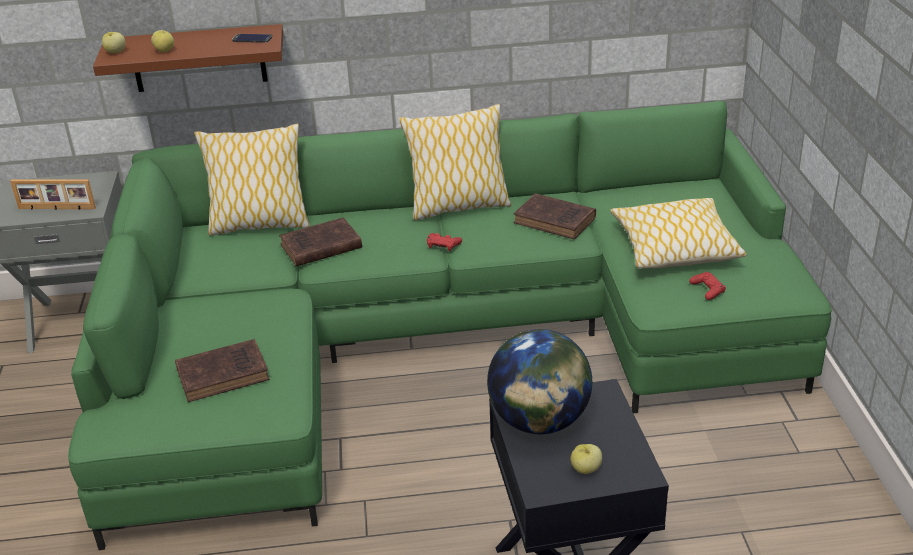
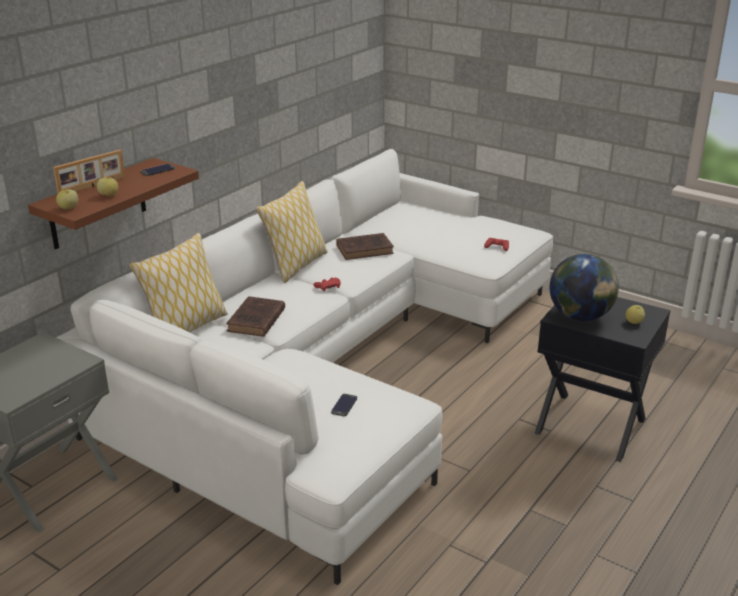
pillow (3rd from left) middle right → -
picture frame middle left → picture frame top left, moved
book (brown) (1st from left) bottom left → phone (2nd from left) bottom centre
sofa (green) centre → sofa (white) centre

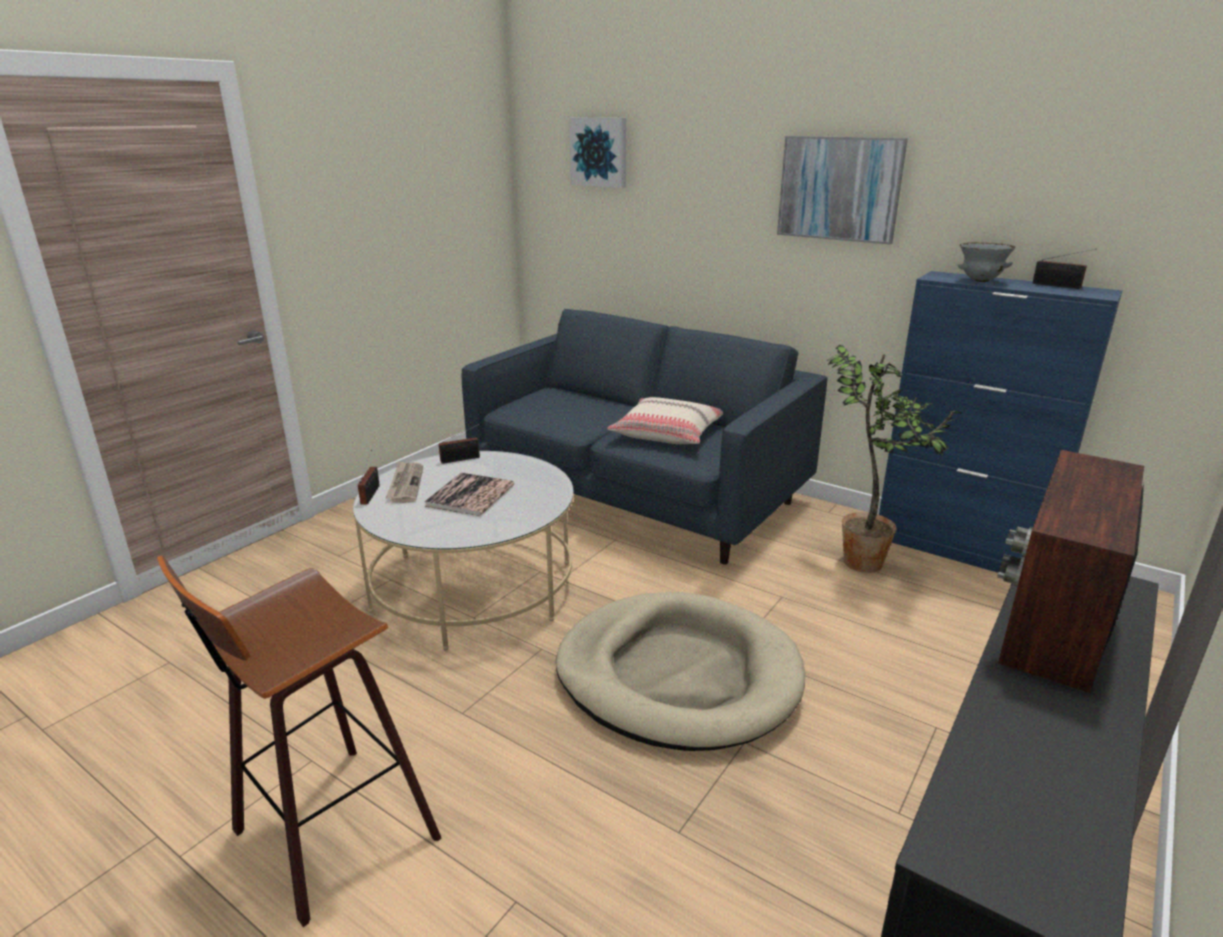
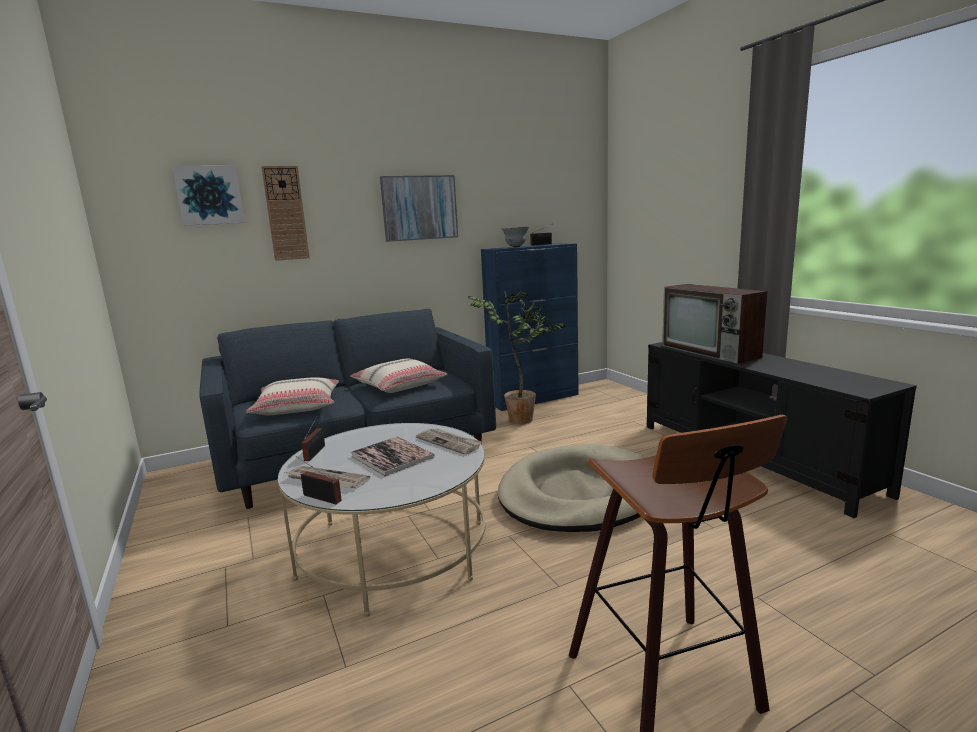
- → pillow (beige) (1st from left) middle left
- → wall clock top left
- → newspaper (2nd from left) centre

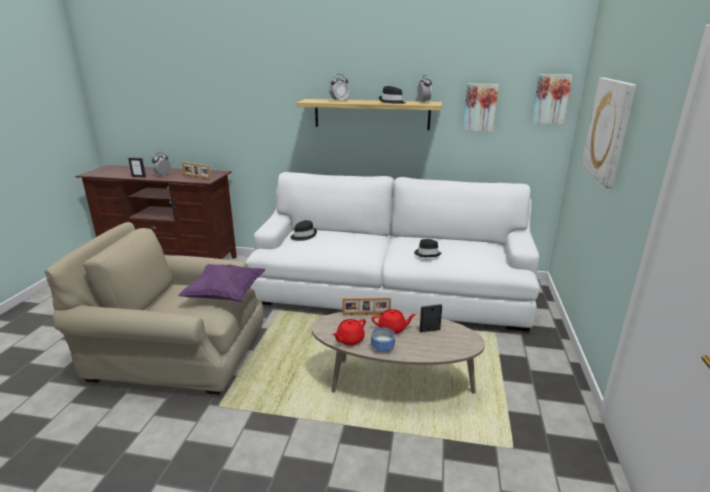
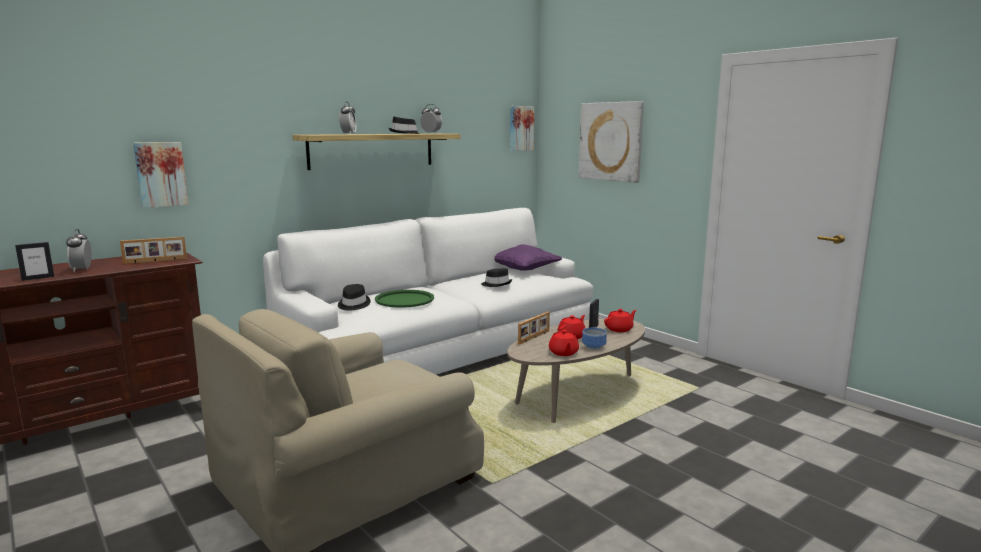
- → tray (green) centre
- → teapot (red) (3rd from left) centre
pillow (purple) middle left → pillow (purple) centre, moved
picture (1st from left) top right → picture (1st from left) top left, moved

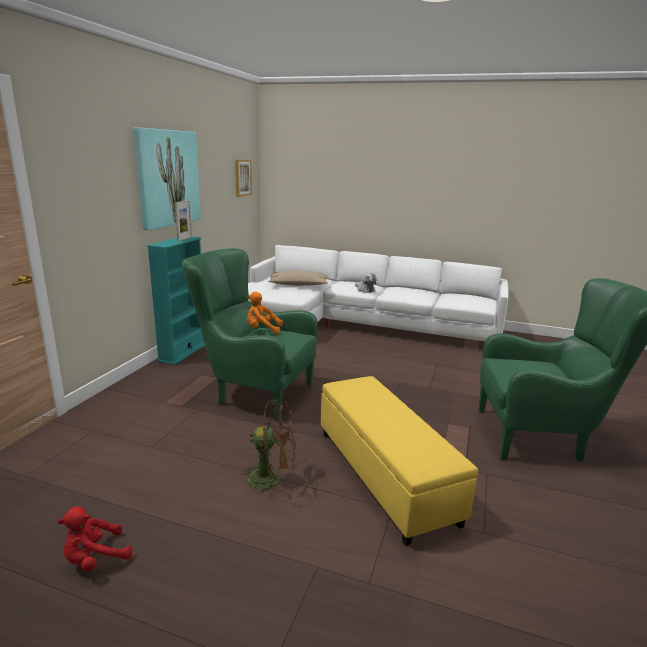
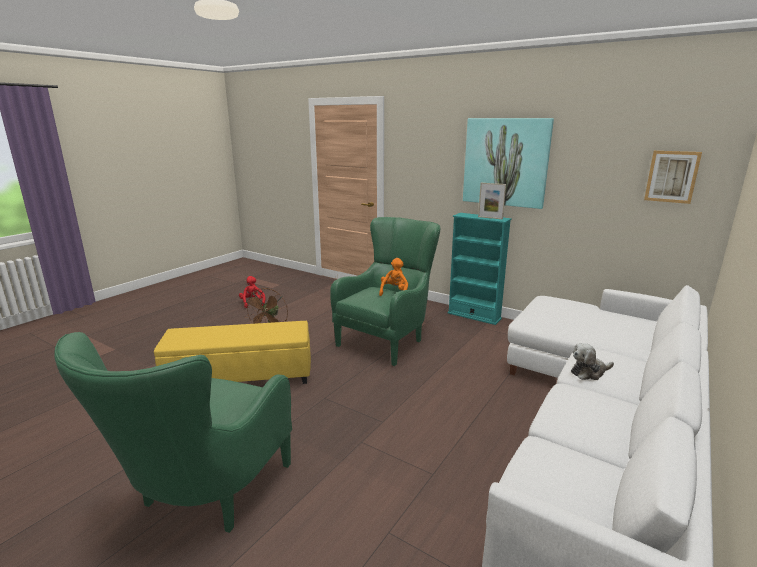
pillow (beige) centre → -

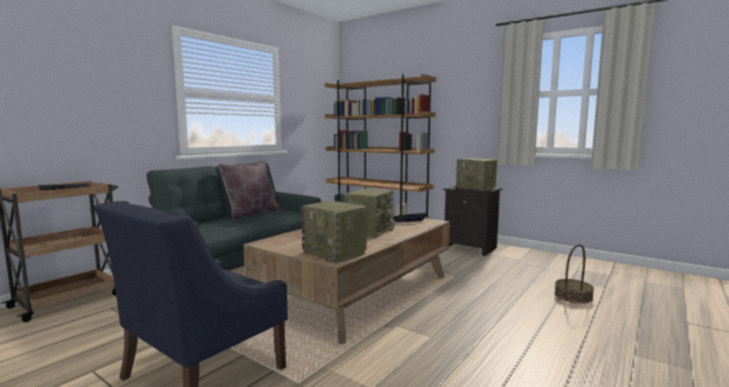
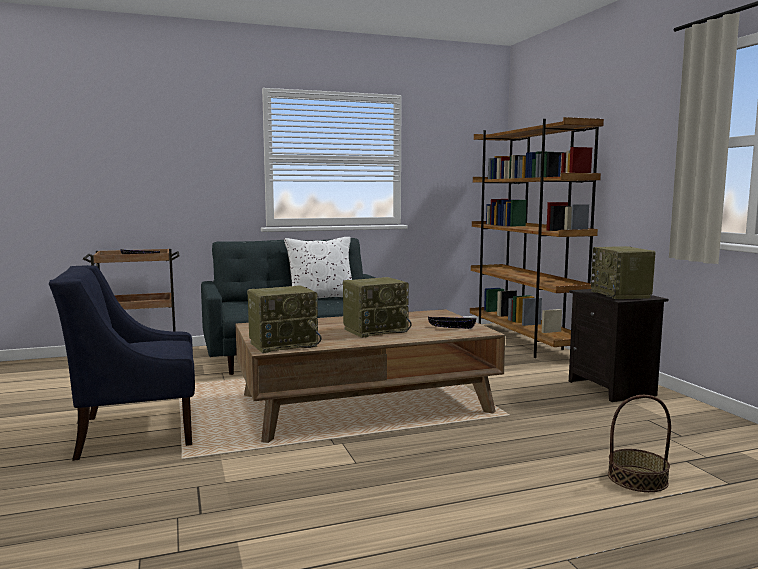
pillow (brown) centre → pillow (white) centre
radio (1st from left) centre, 105 degrees counterclockwise

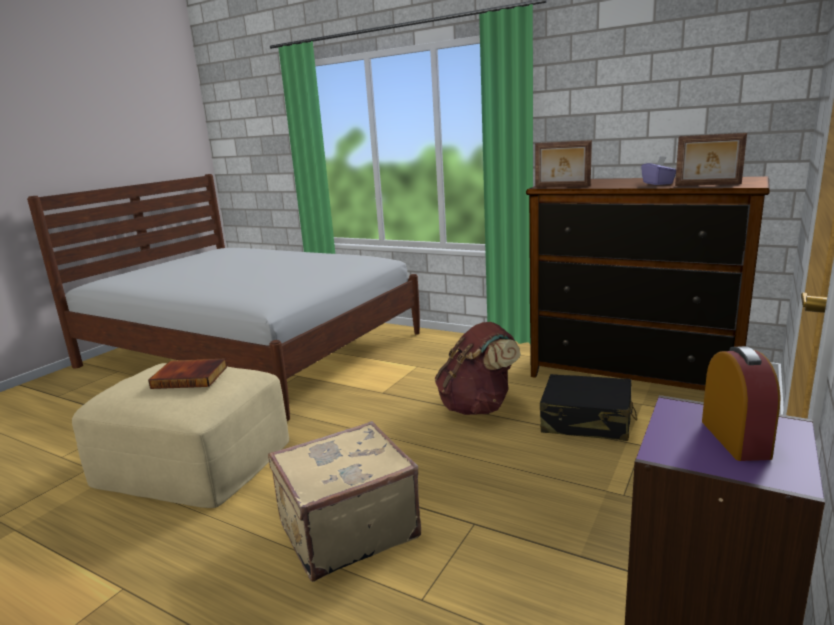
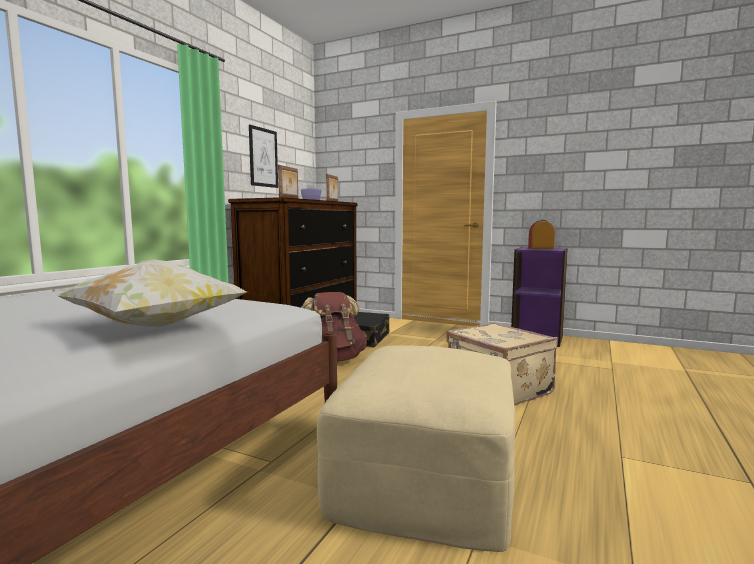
book middle left → -
- → pillow middle left
- → picture top centre

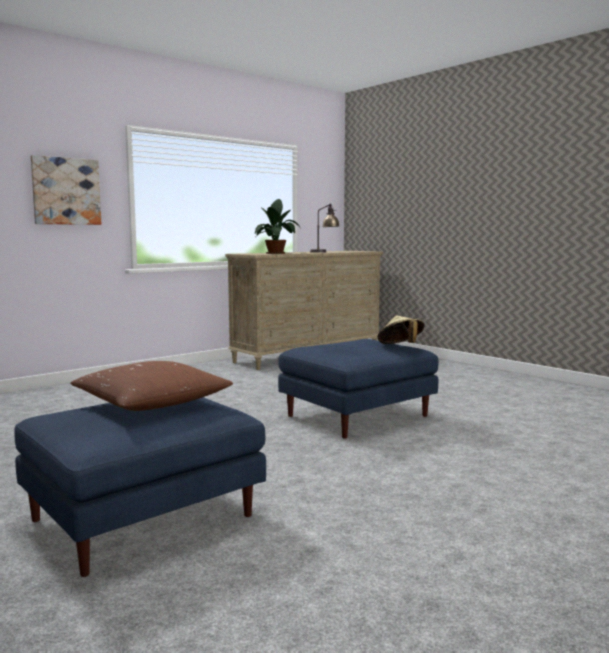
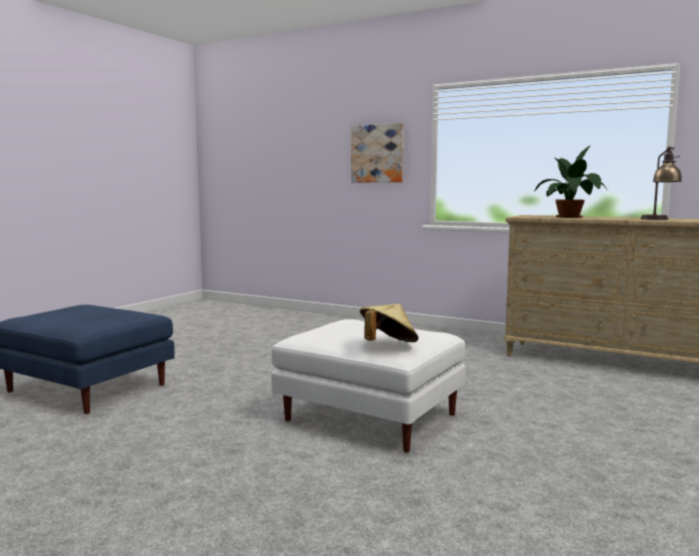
pillow (brown) middle left → -
ottoman (blue) (2nd from left) centre → ottoman (white) bottom centre

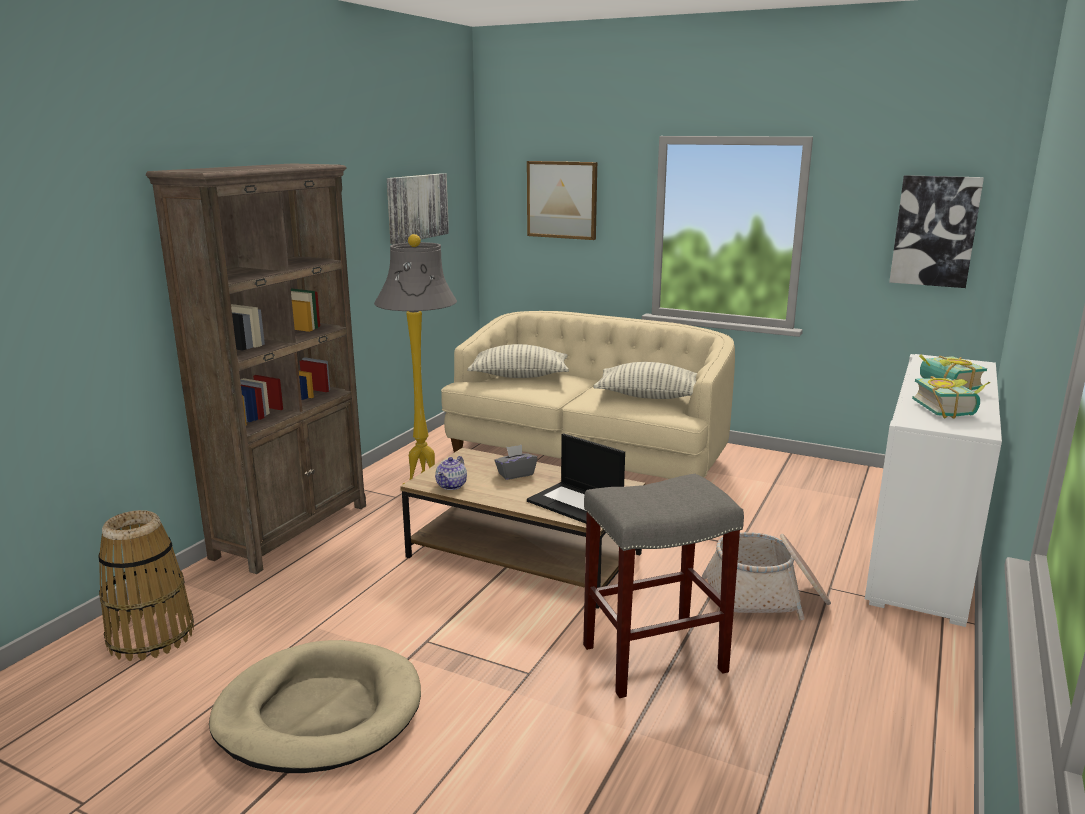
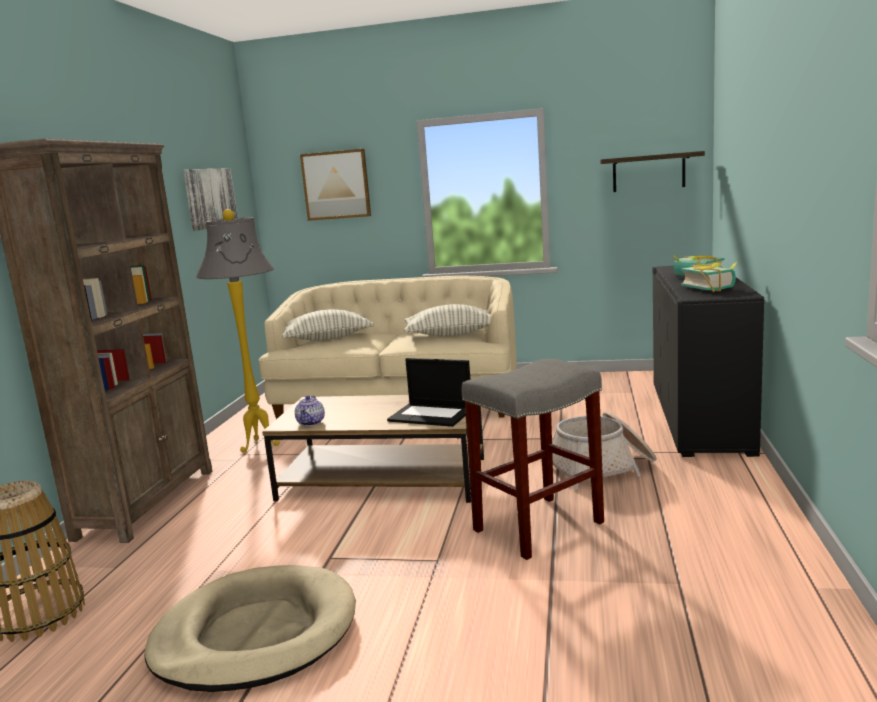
tissue box (grey) centre → -
picture (3rd from left) top right → shelf top right
cabinet (white) middle right → cabinet (black) middle right

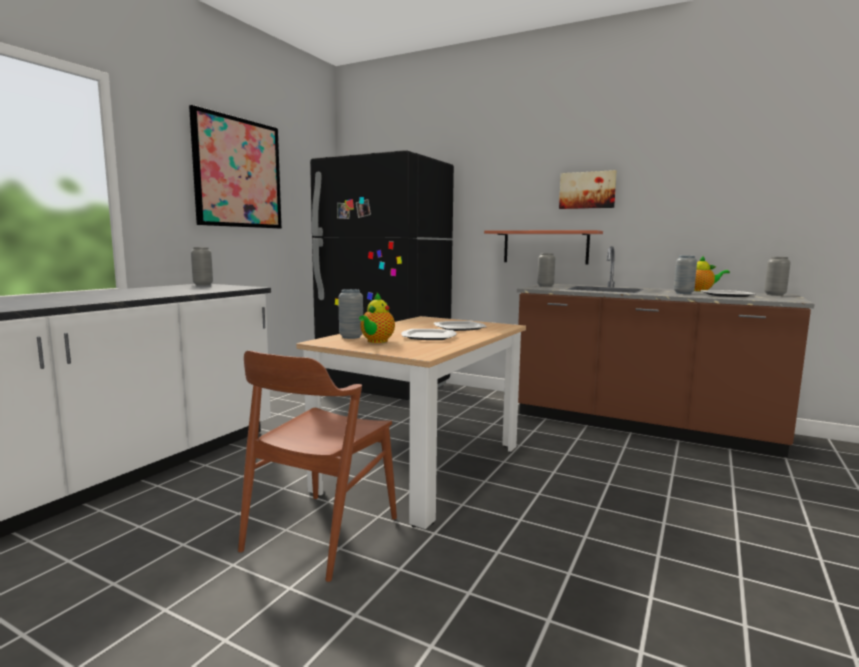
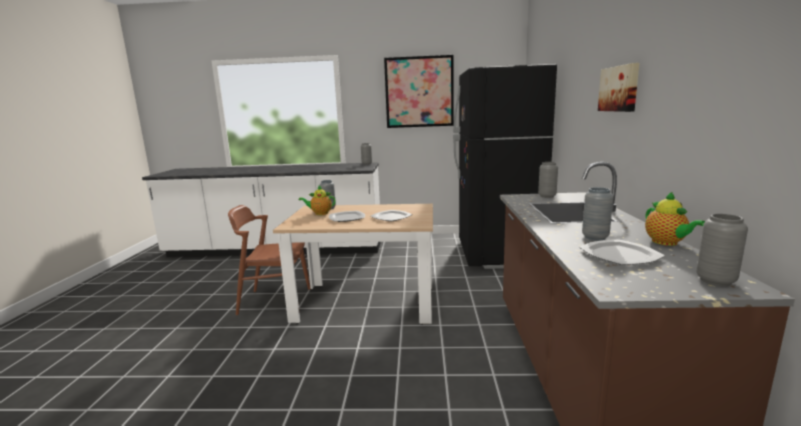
shelf centre → -

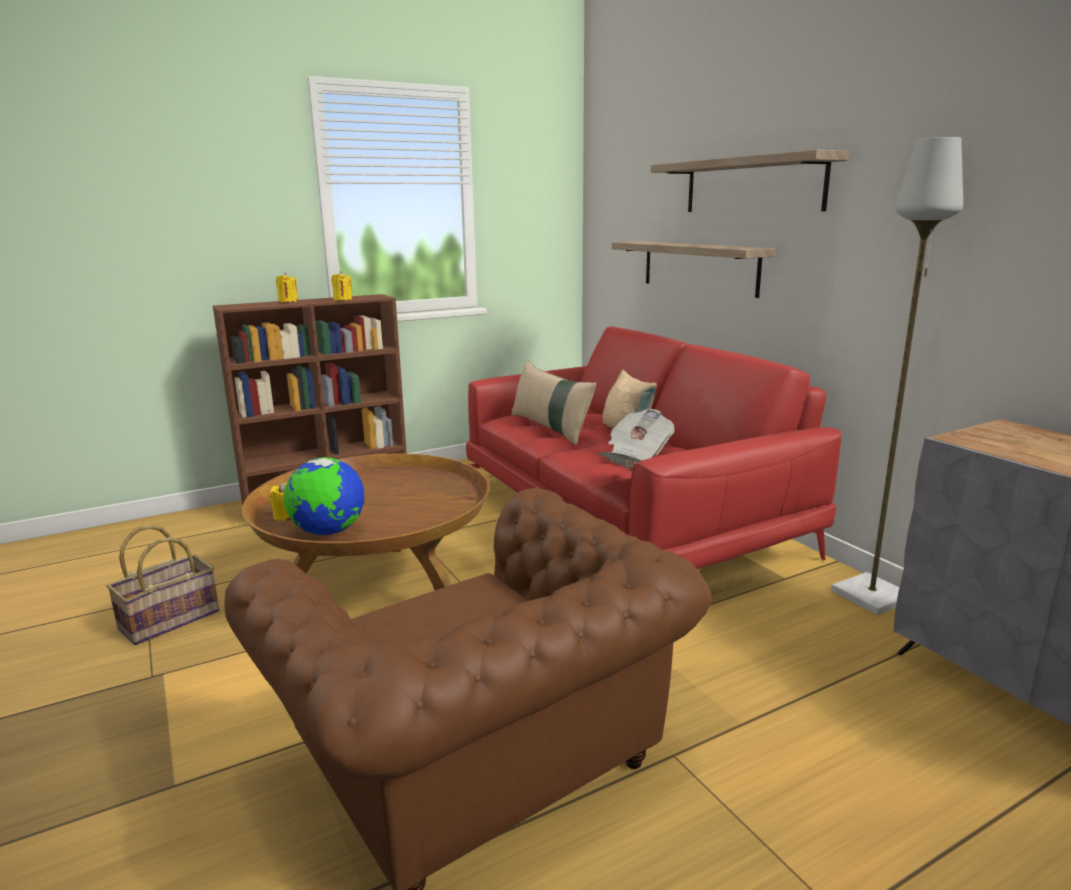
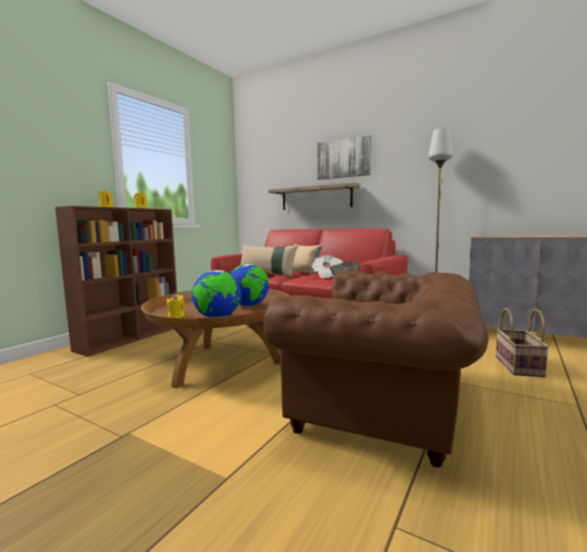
- → globe (2nd from left) centre
basket middle left → basket middle right, moved
shelf (2nd from left) top right → picture top centre

